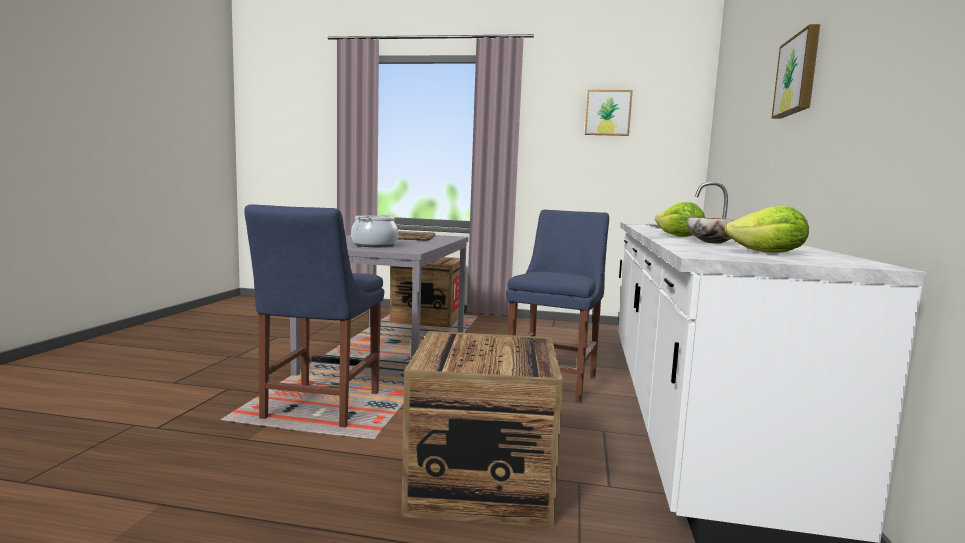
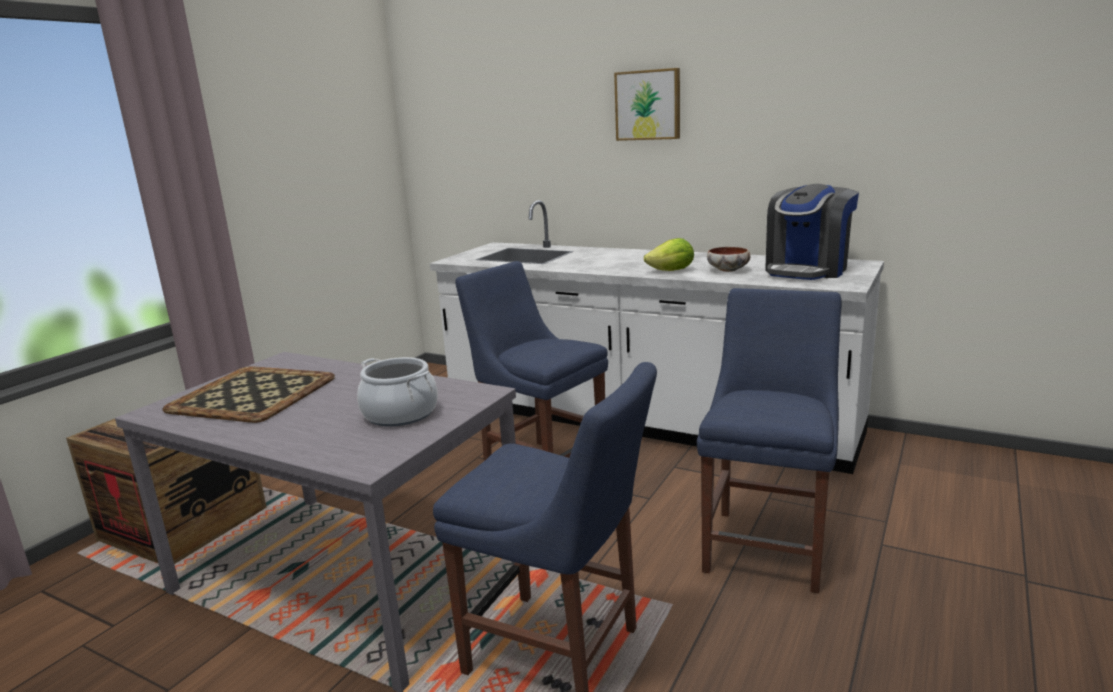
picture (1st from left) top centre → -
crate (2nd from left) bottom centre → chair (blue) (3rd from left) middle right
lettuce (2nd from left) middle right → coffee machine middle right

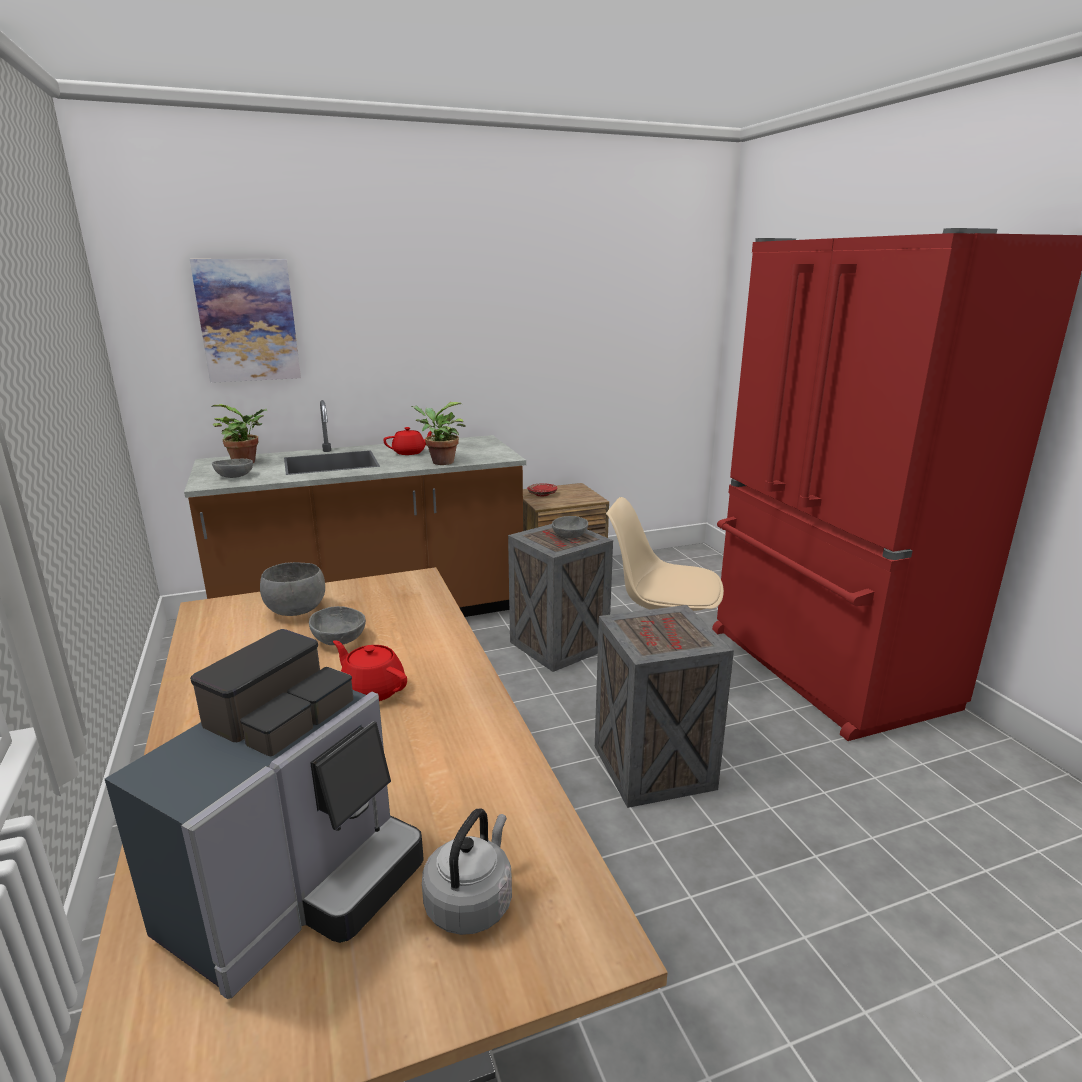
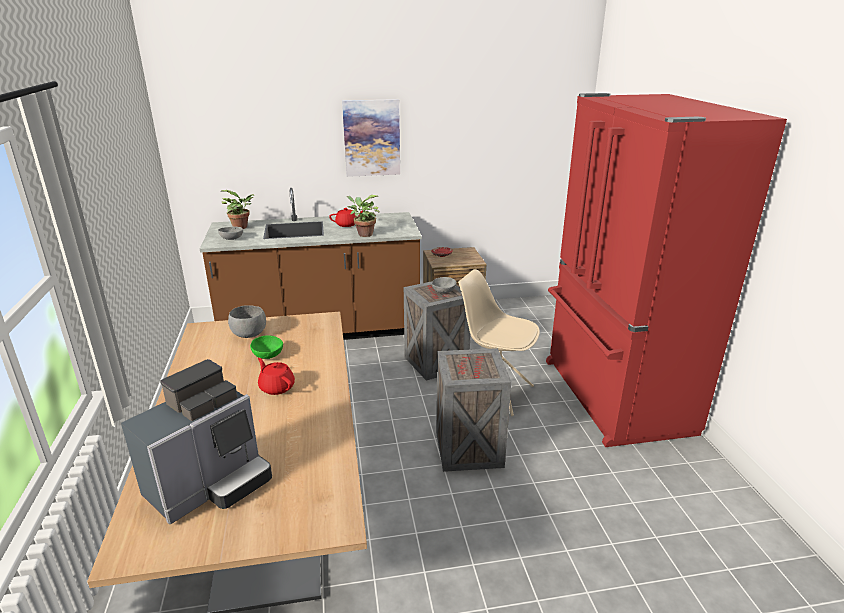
kettle (grey) bottom centre → -
picture top left → picture top centre, moved
bowl (grey) (3rd from left) middle left → bowl (green) middle left

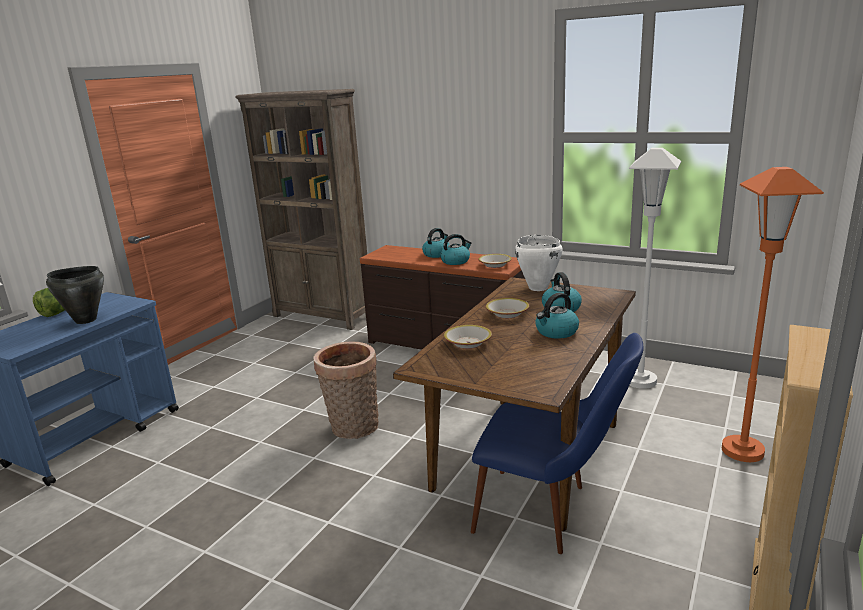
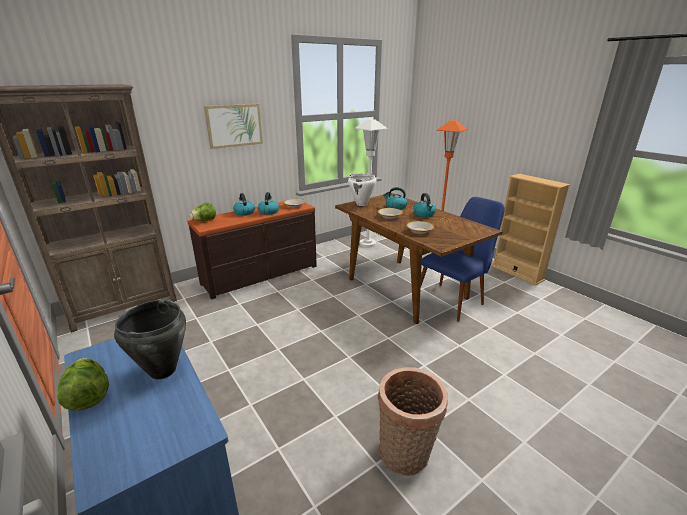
- → lettuce (2nd from left) middle left
- → picture top centre
basket centre → basket bottom centre, moved

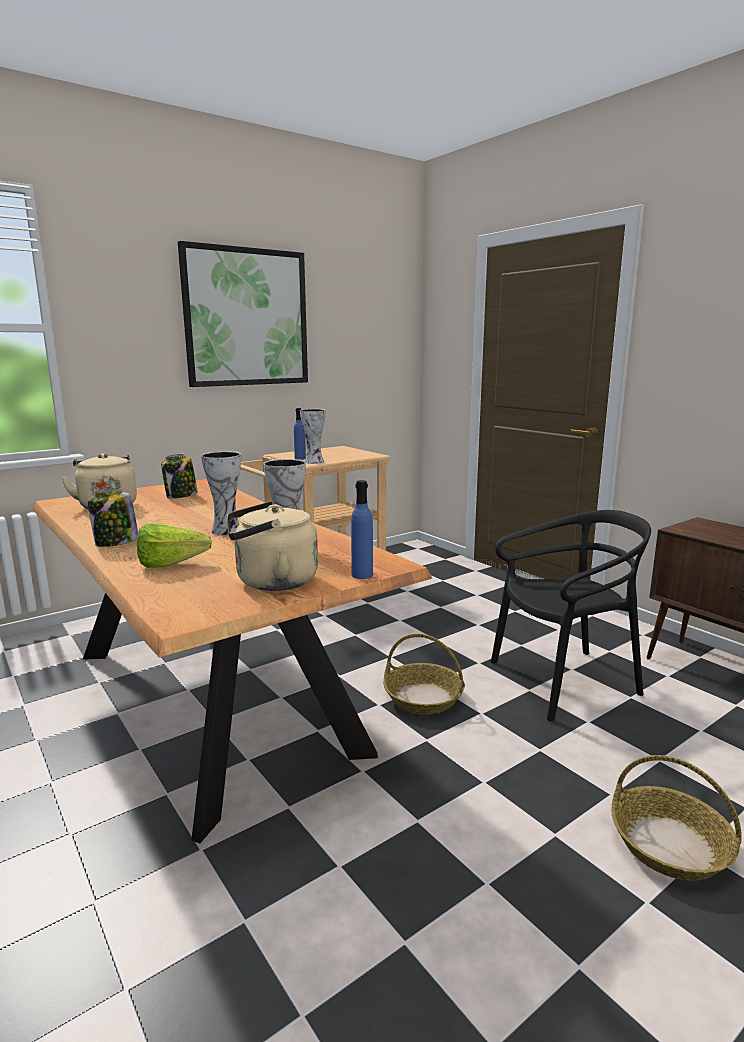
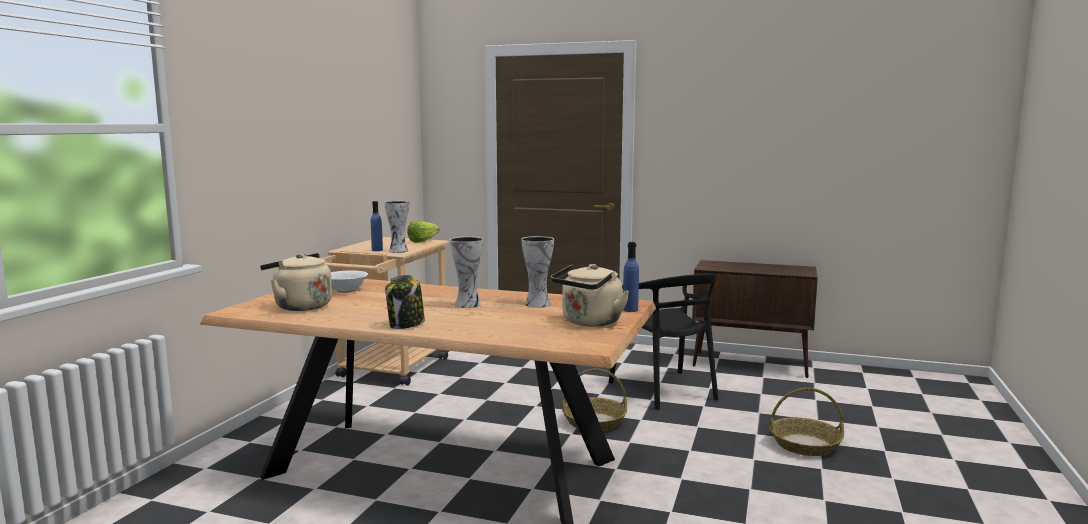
picture top left → -
lettuce middle left → lettuce centre, moved
jar (2nd from left) middle left → bowl (white) middle left
chair (black) middle right → chair (black) centre, 120 degrees clockwise

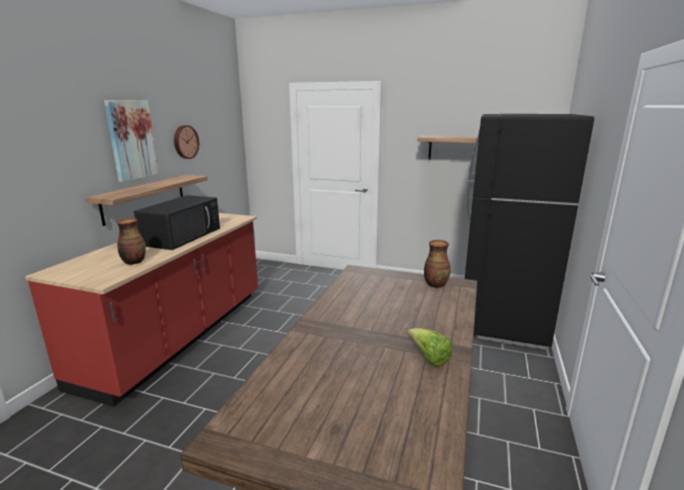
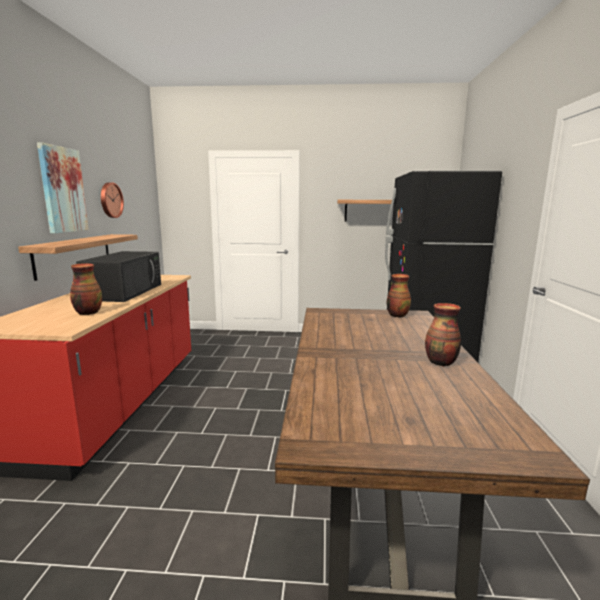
lettuce bottom centre → vase (3rd from left) middle right

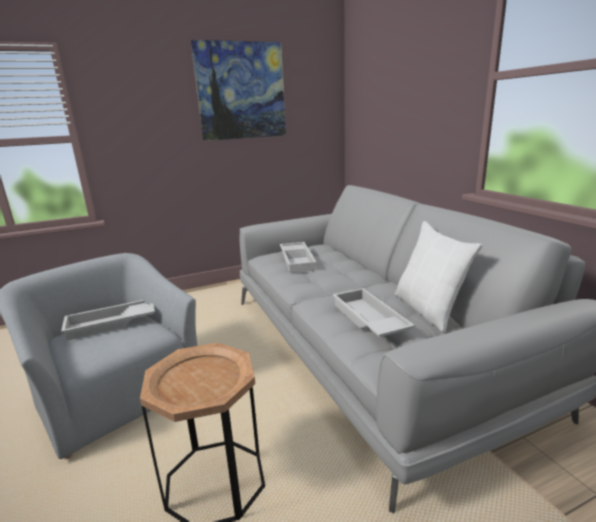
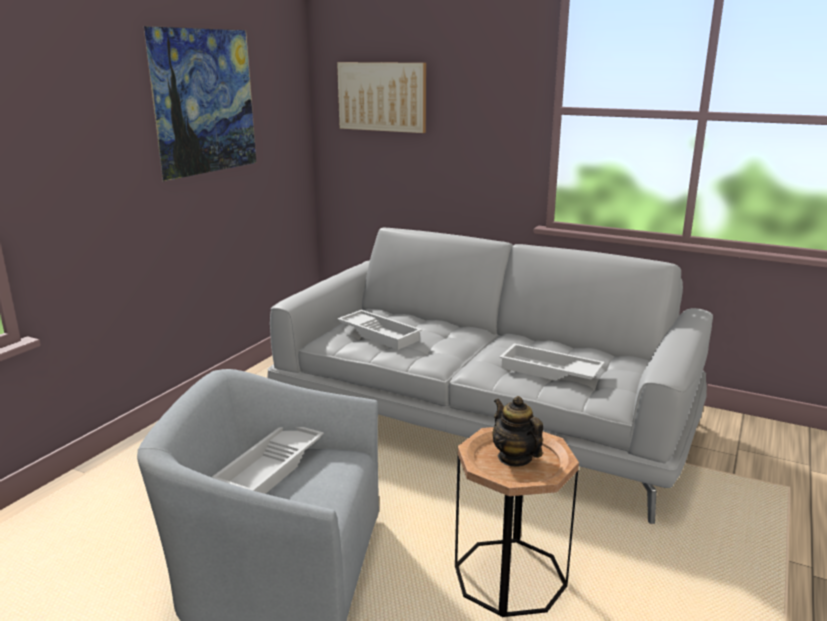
pillow (white) middle right → -
- → picture (2nd from left) top centre
- → teapot bottom centre

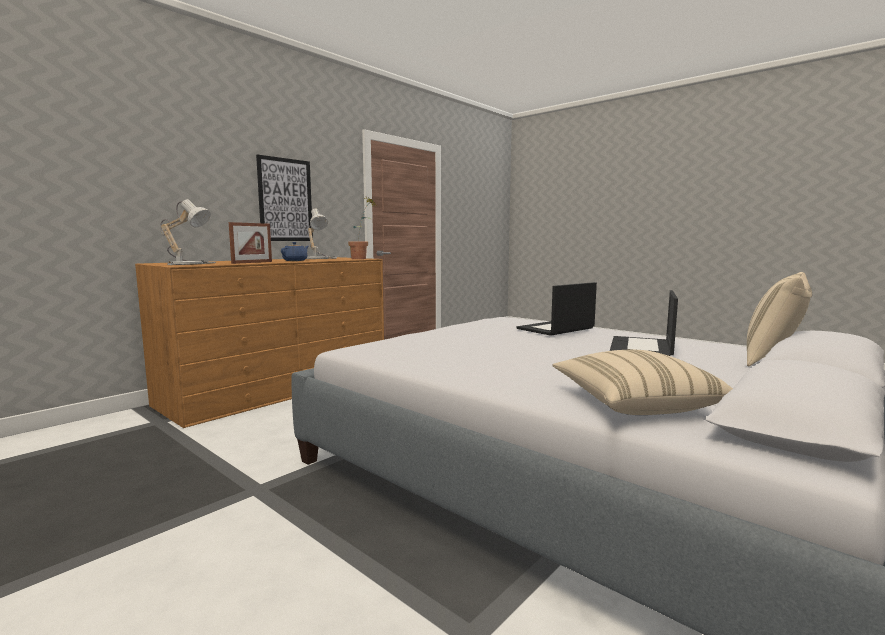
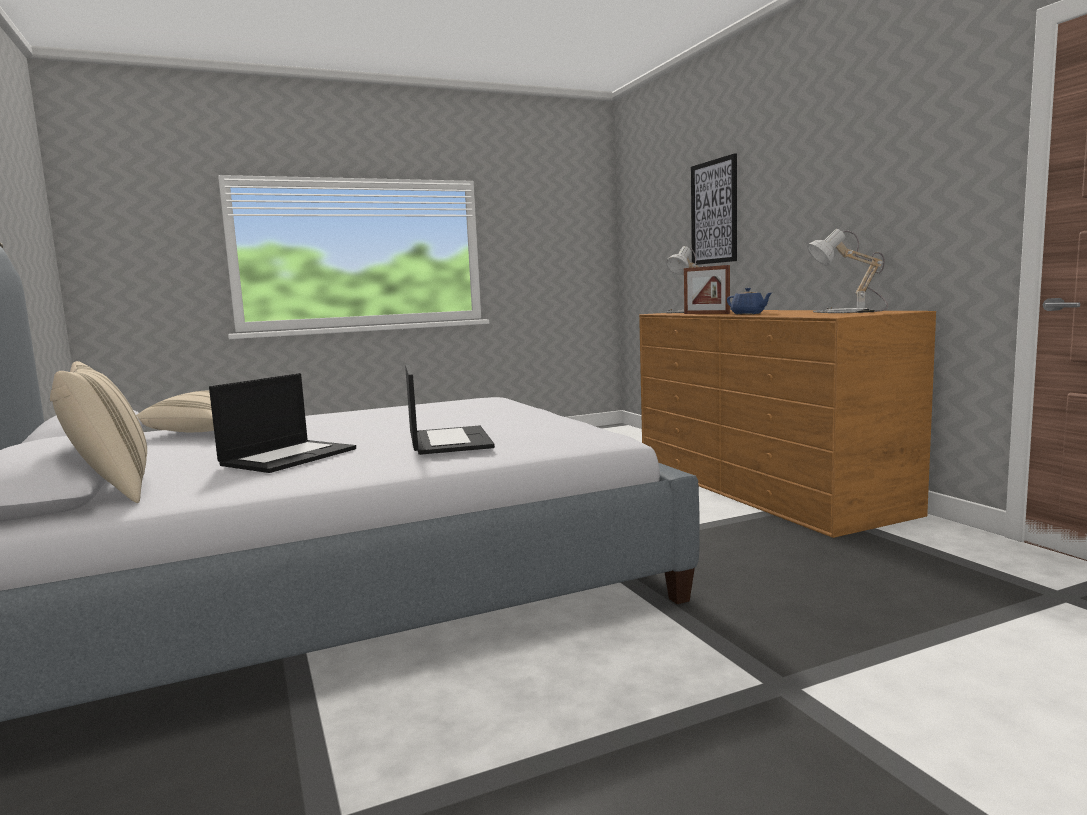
potted plant centre → -
picture top left → picture top centre, moved
laptop (2nd from left in the first image) middle right → laptop (1st from left) middle left, 75 degrees clockwise

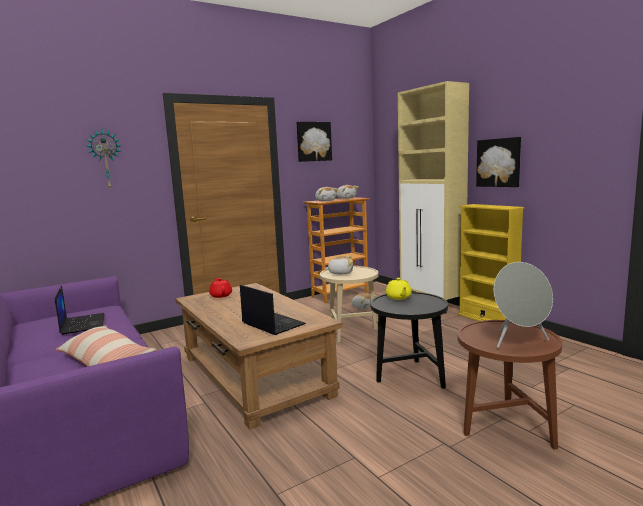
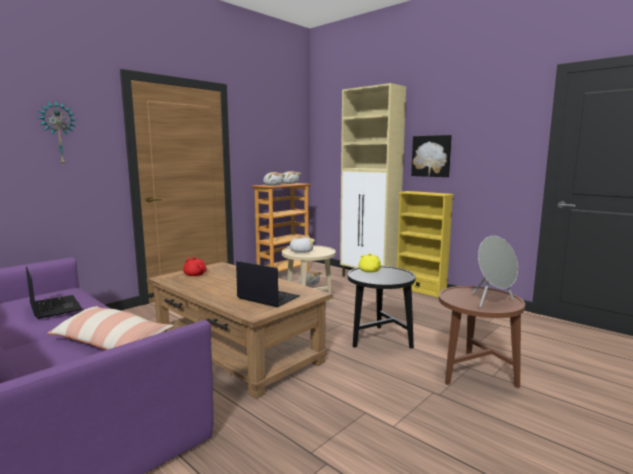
picture (1st from left) top centre → -

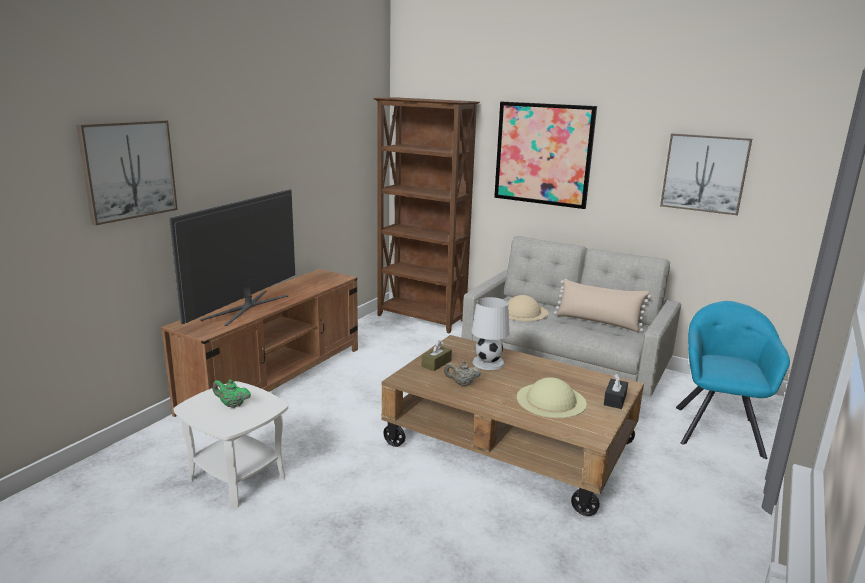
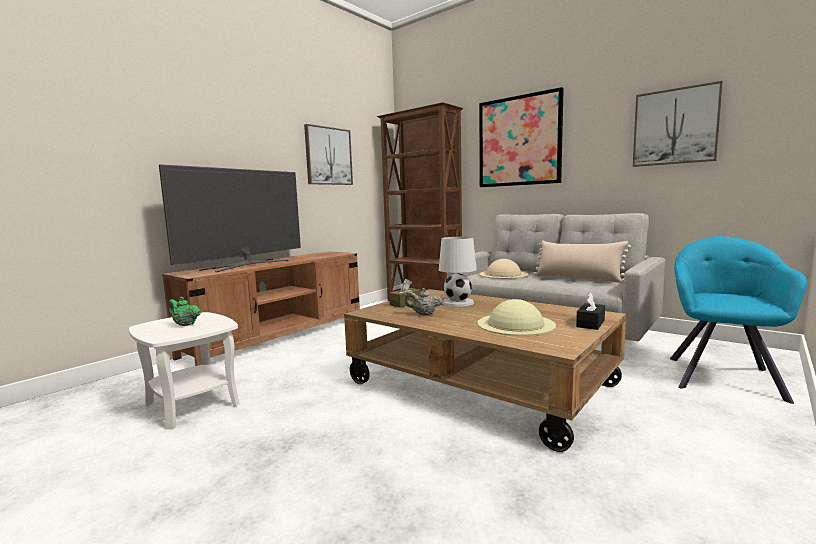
picture (1st from left) top left → picture (1st from left) top centre, moved

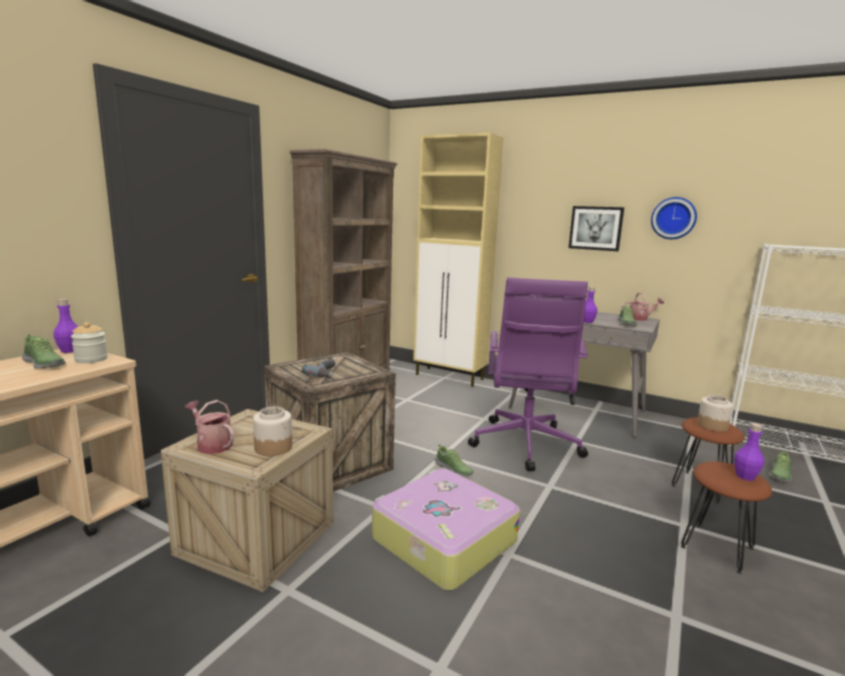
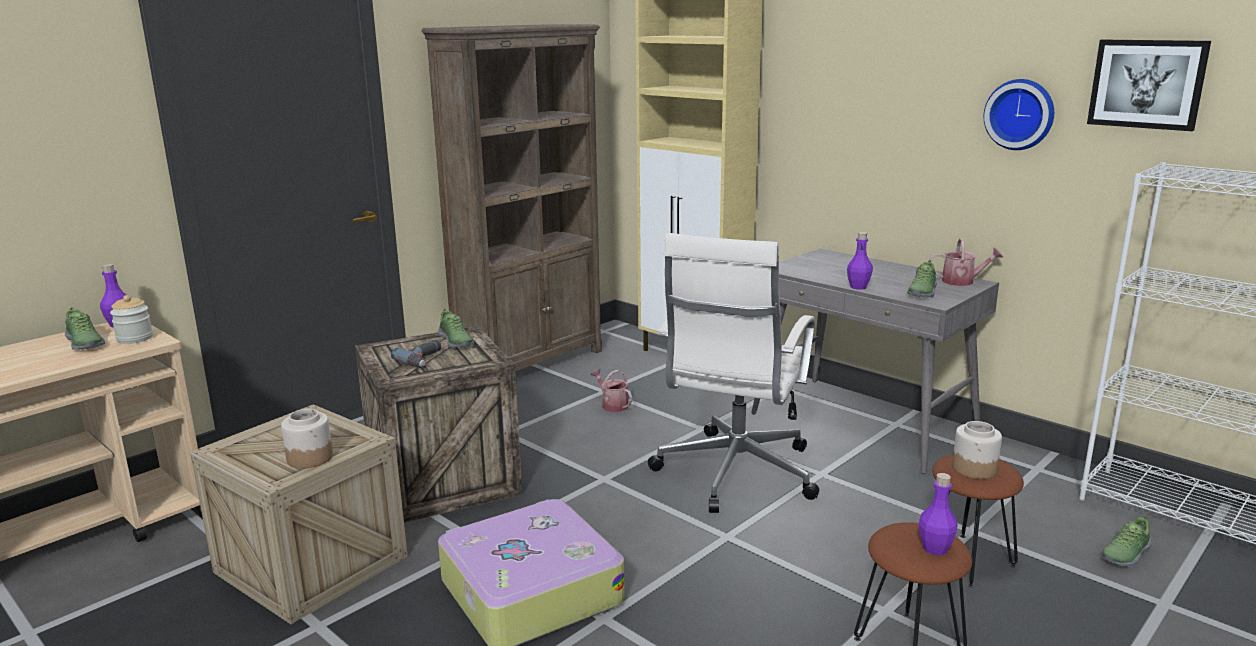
watering can (1st from left) middle left → watering can (1st from left) centre, moved
shoe (2nd from left) bottom centre → shoe (2nd from left) centre, moved
picture middle right → picture top right, moved
office chair (purple) centre → office chair (white) centre

